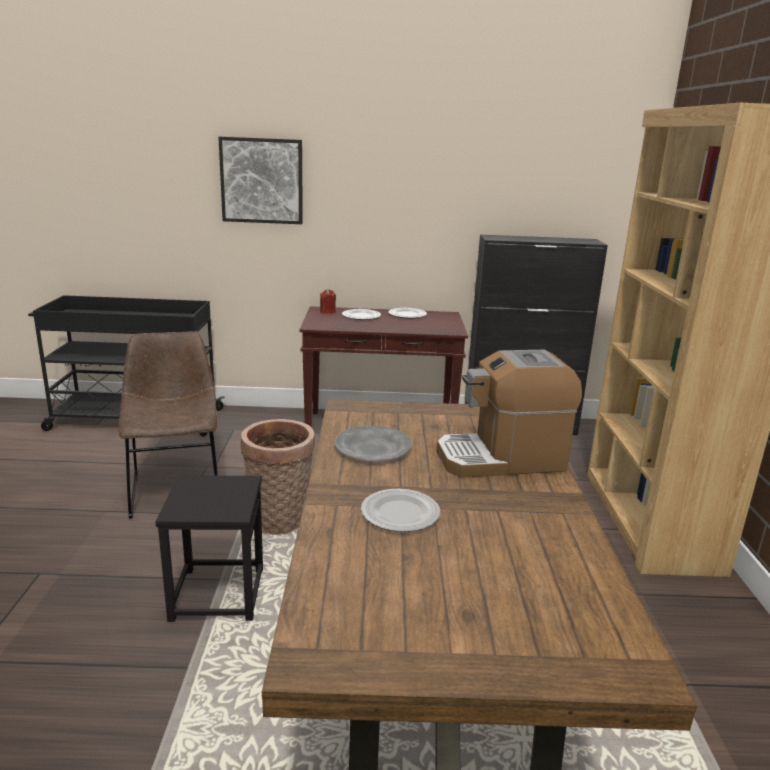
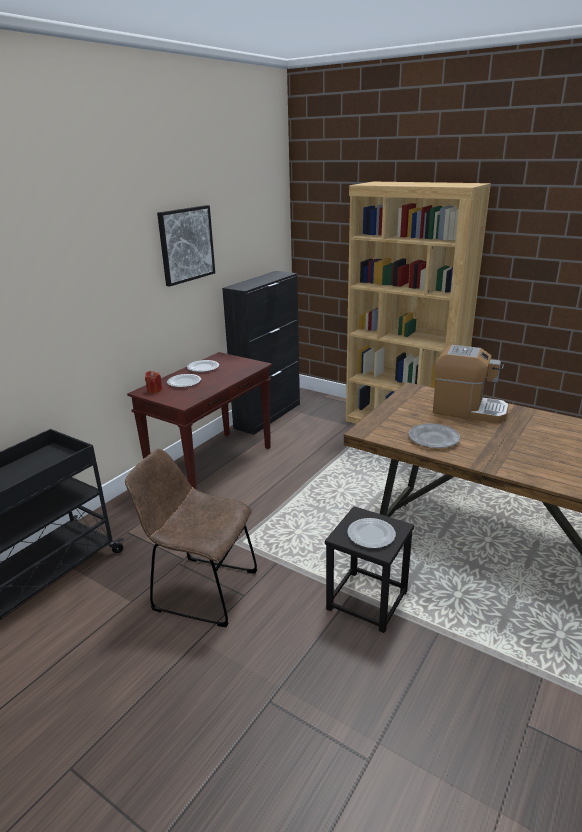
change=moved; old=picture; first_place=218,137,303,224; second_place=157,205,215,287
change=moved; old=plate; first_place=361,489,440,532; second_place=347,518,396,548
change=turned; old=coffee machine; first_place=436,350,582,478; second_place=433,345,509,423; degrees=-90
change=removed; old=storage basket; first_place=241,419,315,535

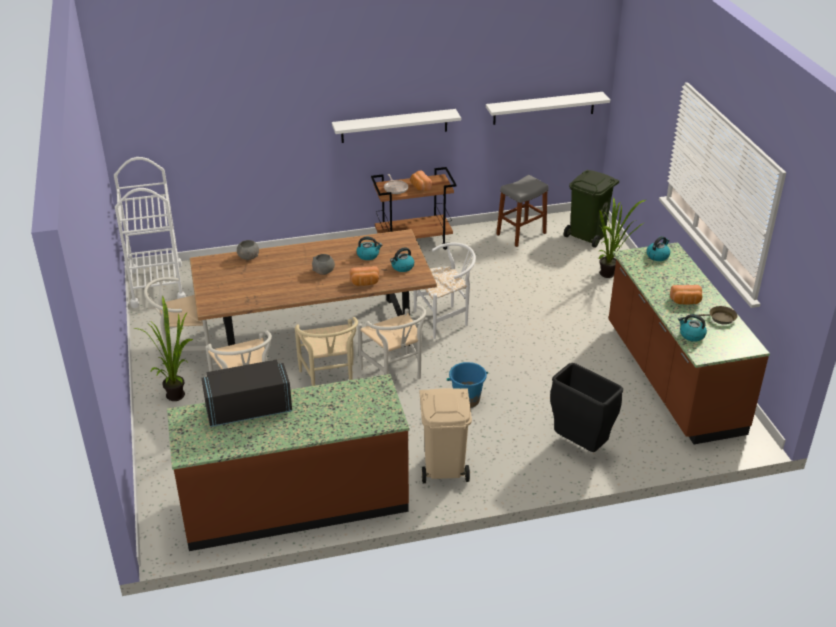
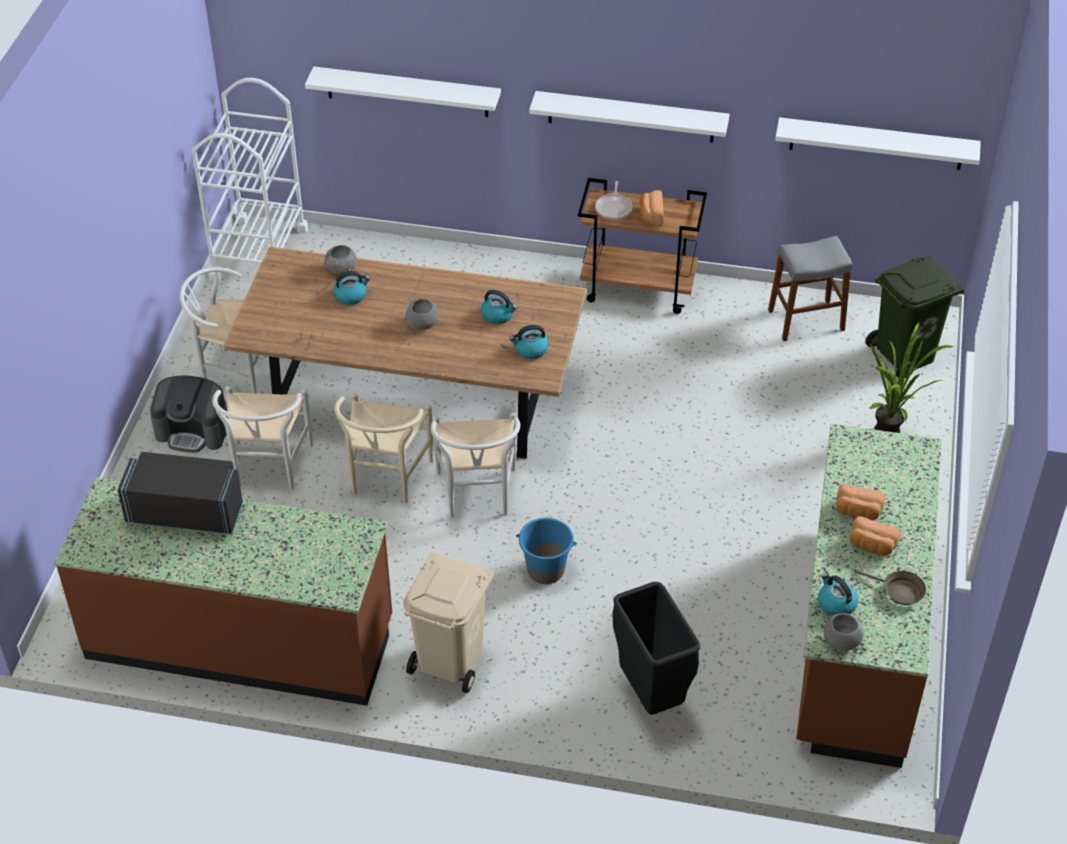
change=replaced; old=plant in a pot; new=coffee machine; first_place=133,296,193,401; second_place=150,375,228,453
change=added; new=whitish bracket shelf; second_place=305,67,501,117
change=moved; old=kettle; first_place=647,236,670,261; second_place=333,271,370,305
change=added; new=grey deep dish; second_place=824,613,864,651
change=moved; old=bread; first_place=350,266,379,286; second_place=837,484,885,520
change=removed; old=whitish upright chair; first_place=414,242,476,339

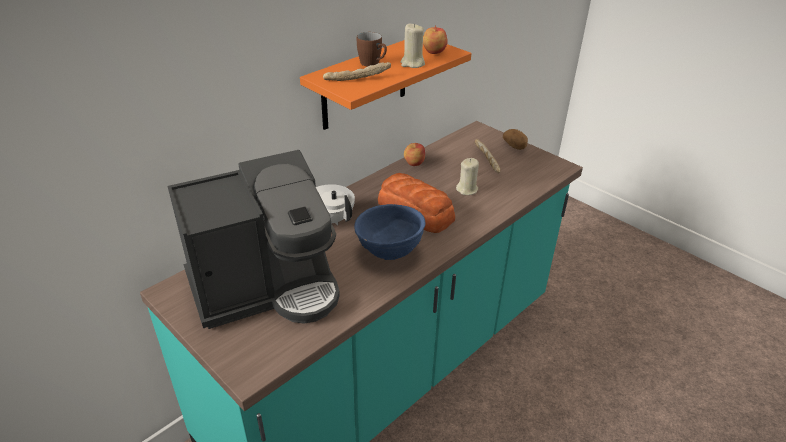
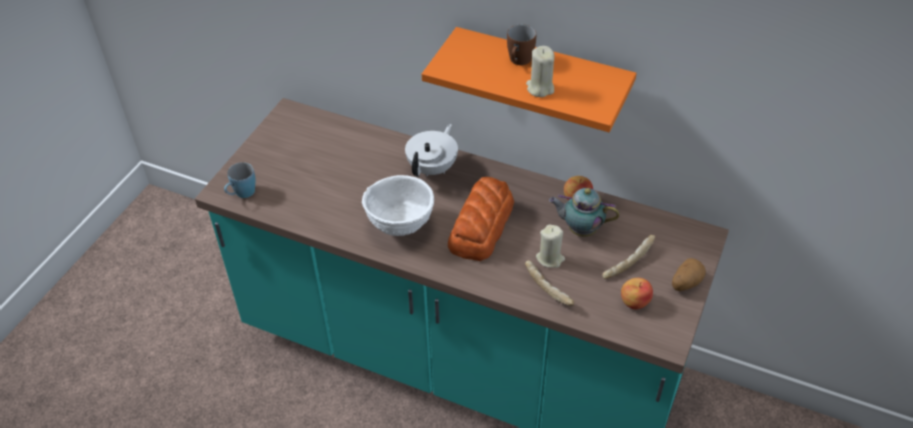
change=added; new=blue-coloured coffee mug; second_place=224,162,255,198
change=recoloured; old=blue-coloured deep dish; new=whitish deep dish; first_place=354,204,426,260; second_place=362,175,434,236
change=moved; old=bread; first_place=323,62,391,81; second_place=525,260,574,306
change=added; new=pot for tea; second_place=549,188,619,237
change=moved; old=whole apple; first_place=423,25,448,54; second_place=621,278,653,309
change=removed; old=coffee machine; first_place=168,150,340,329

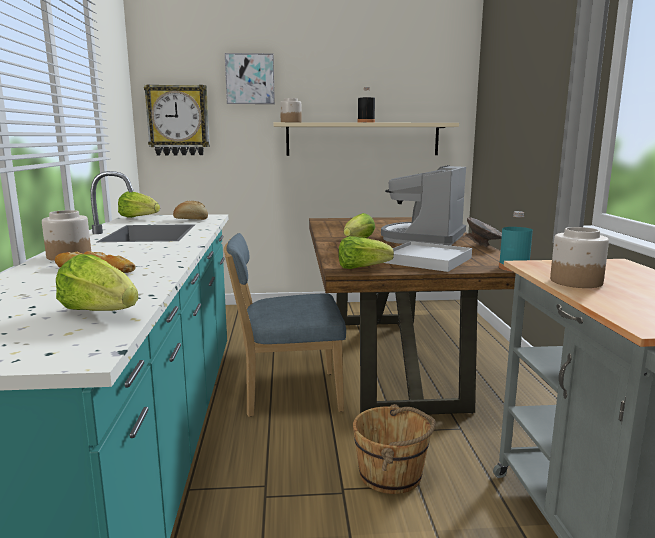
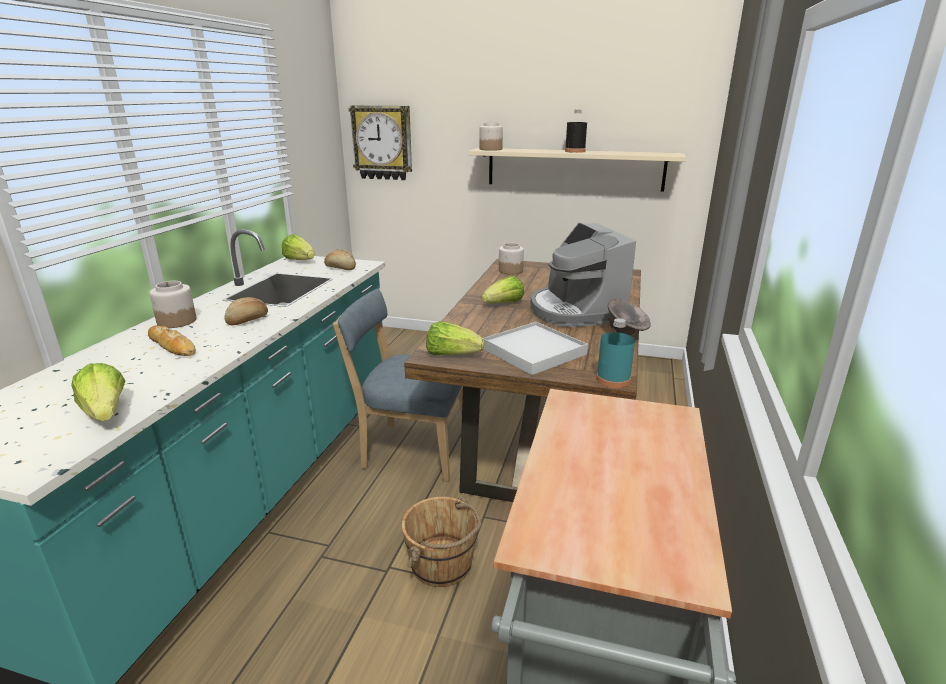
change=added; new=bread; second_place=224,297,268,325
change=moved; old=preserve jar; first_place=550,227,609,288; second_place=499,243,524,274
change=turned; old=coffee machine; first_place=381,165,466,246; second_place=531,223,636,327; degrees=-60
change=removed; old=picture; first_place=225,53,275,104

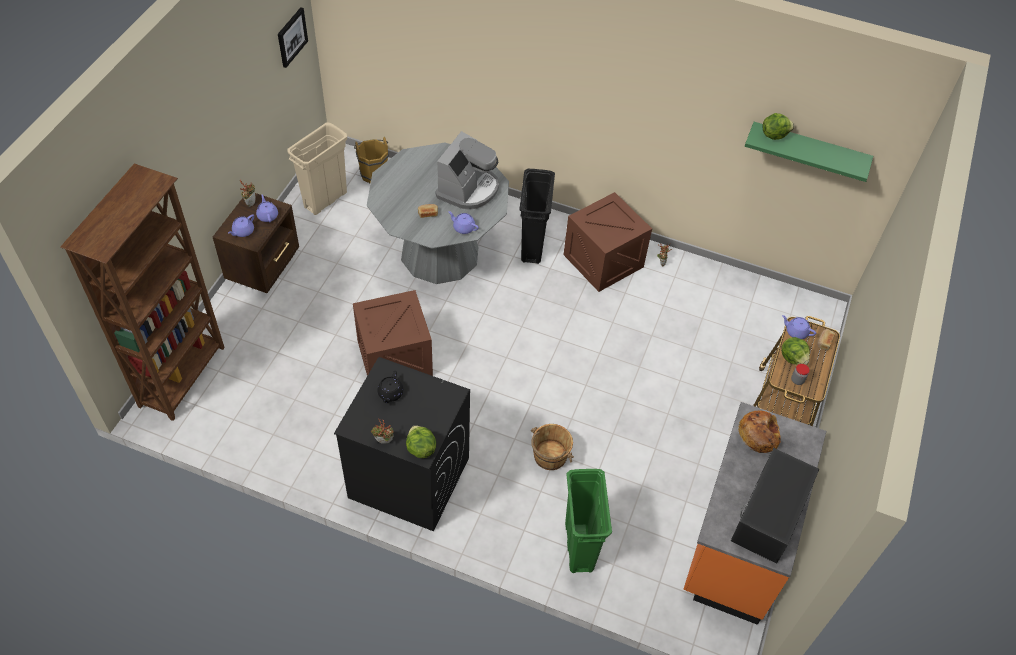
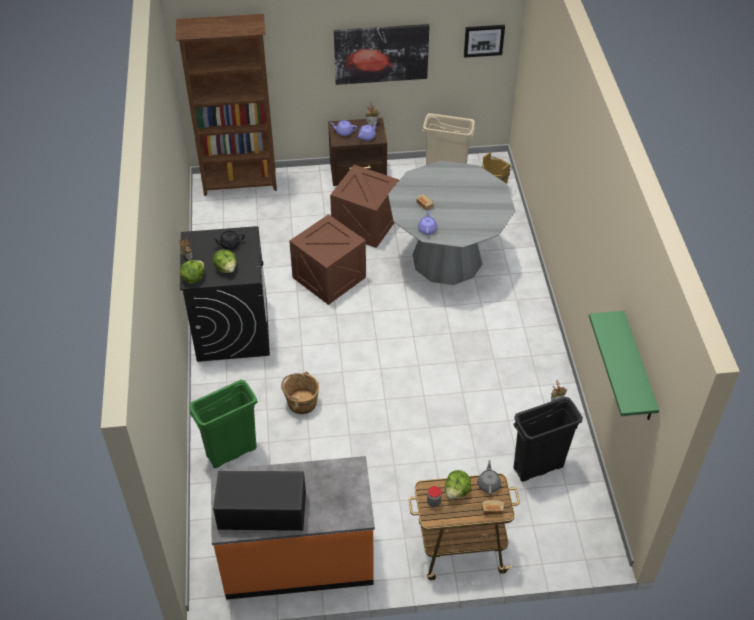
change=moved; old=lettuce head; first_place=763,113,794,140; second_place=213,249,237,273
change=moved; old=packing crate; first_place=564,192,652,292; second_place=330,165,399,248
change=added; new=picture; second_place=334,24,430,85
change=recoloured; old=purple-coloured pot for tea; new=grey pot for tea; first_place=782,315,816,339; second_place=477,460,501,495
change=moved; old=blackish trash can; first_place=519,169,555,264; second_place=513,397,583,482
change=removed; old=coffee machine; first_place=435,131,499,210
change=removed; old=bread; first_place=738,410,781,453

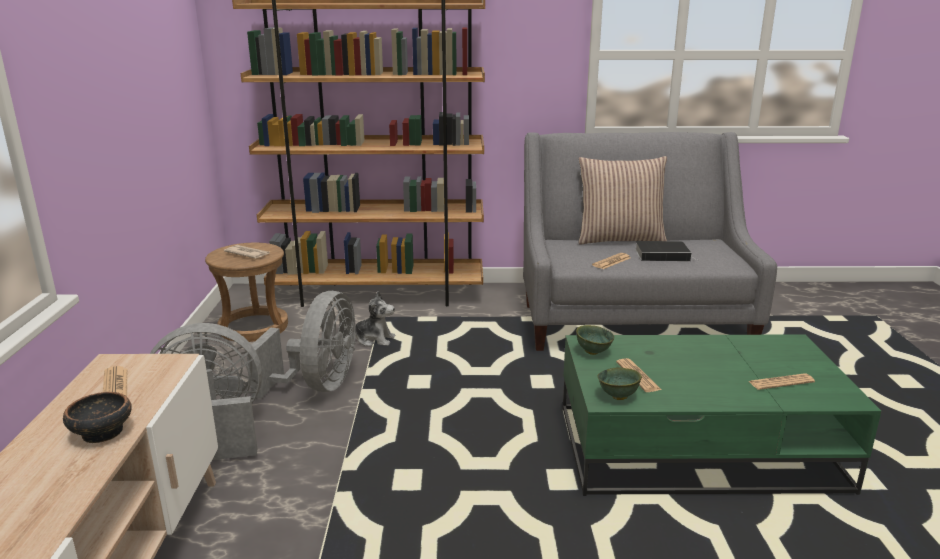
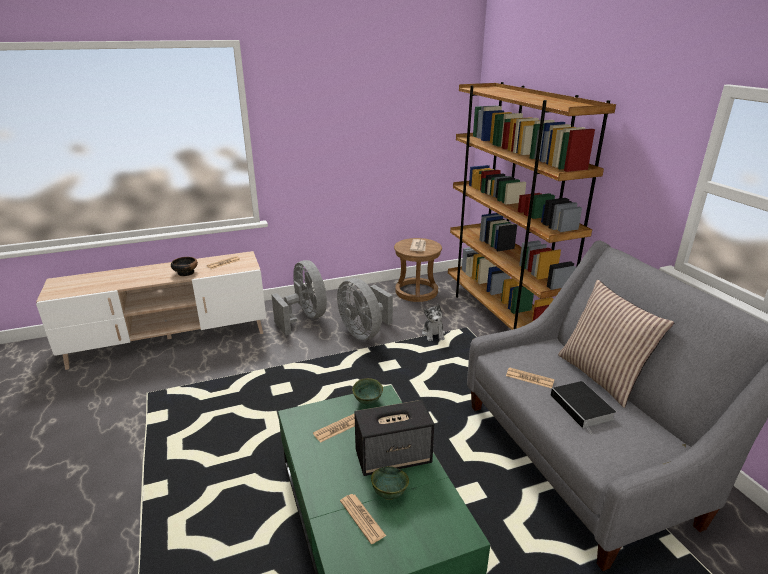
change=turned; old=grey electric fan; first_place=247,291,356,399; second_place=337,278,393,340; degrees=60
change=added; new=speaker; second_place=354,400,434,476
change=moved; old=green deep dish; first_place=598,368,642,400; second_place=371,466,409,500

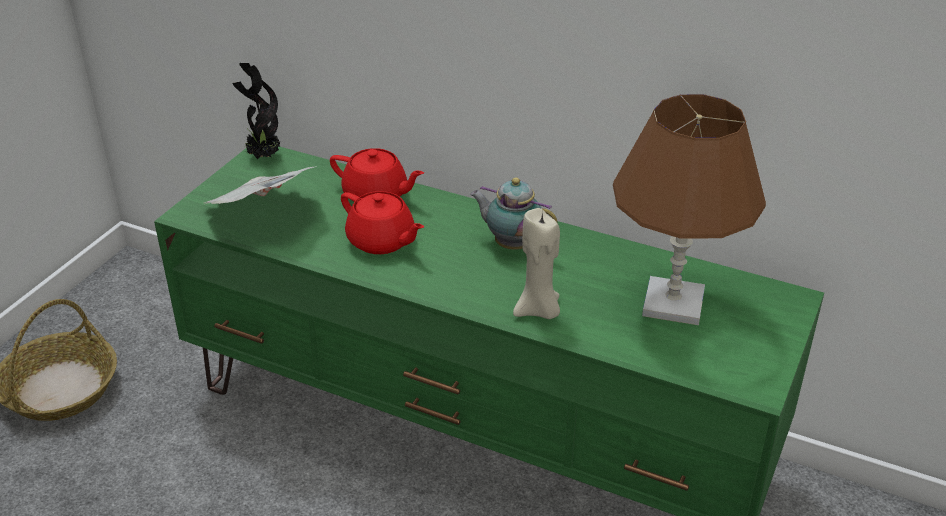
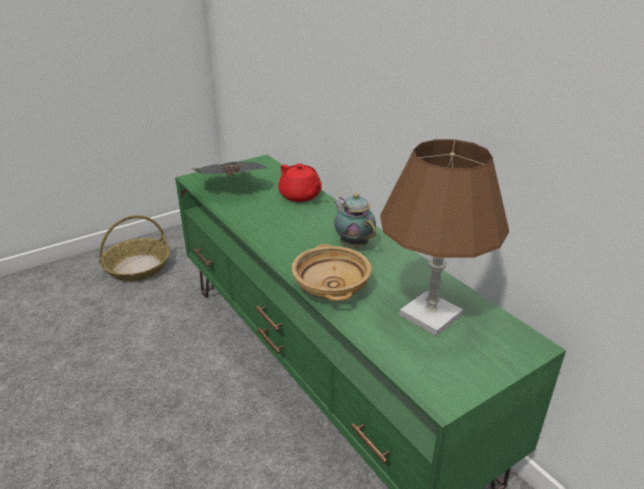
change=replaced; old=sand-coloured candle; new=sand-coloured deep dish; first_place=513,208,560,319; second_place=291,244,372,301
change=removed; old=plant in a pot; first_place=232,63,280,159
change=removed; old=red pot for tea; first_place=341,191,424,254

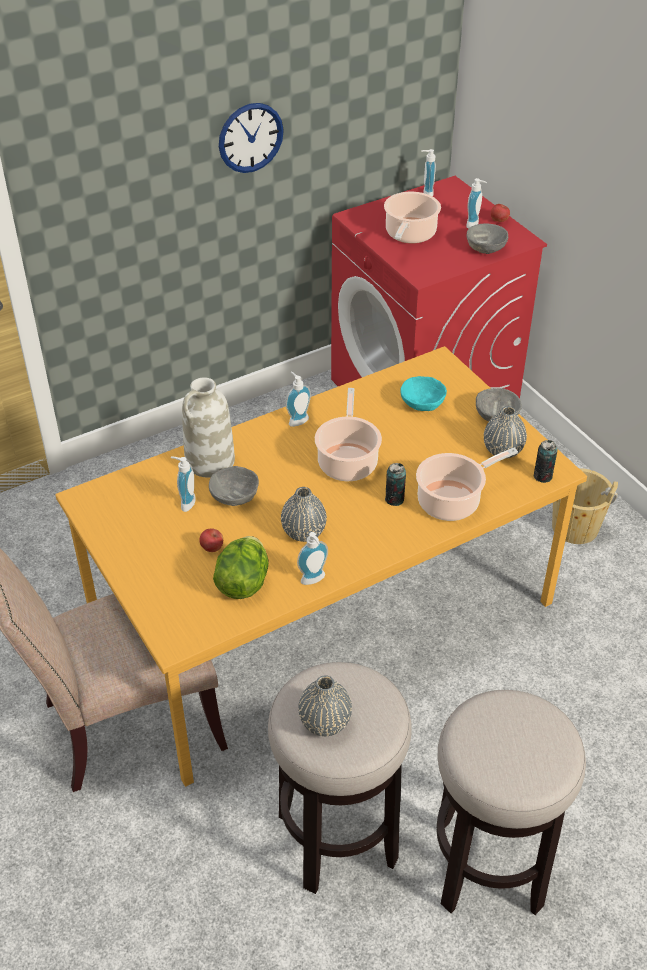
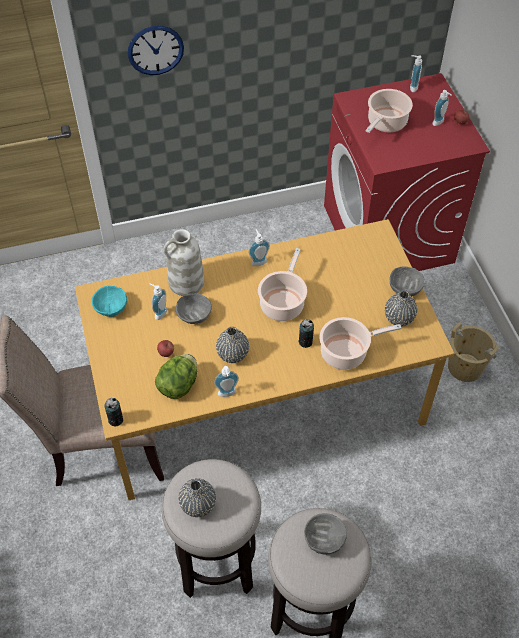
change=moved; old=blue-green deep dish; first_place=400,376,447,411; second_place=91,286,127,317
change=moved; old=sealed can; first_place=534,440,557,483; second_place=104,398,123,426
change=moved; old=wall clock; first_place=219,103,284,173; second_place=128,26,184,75
change=moved; old=grey deep dish; first_place=467,223,508,254; second_place=304,513,347,555

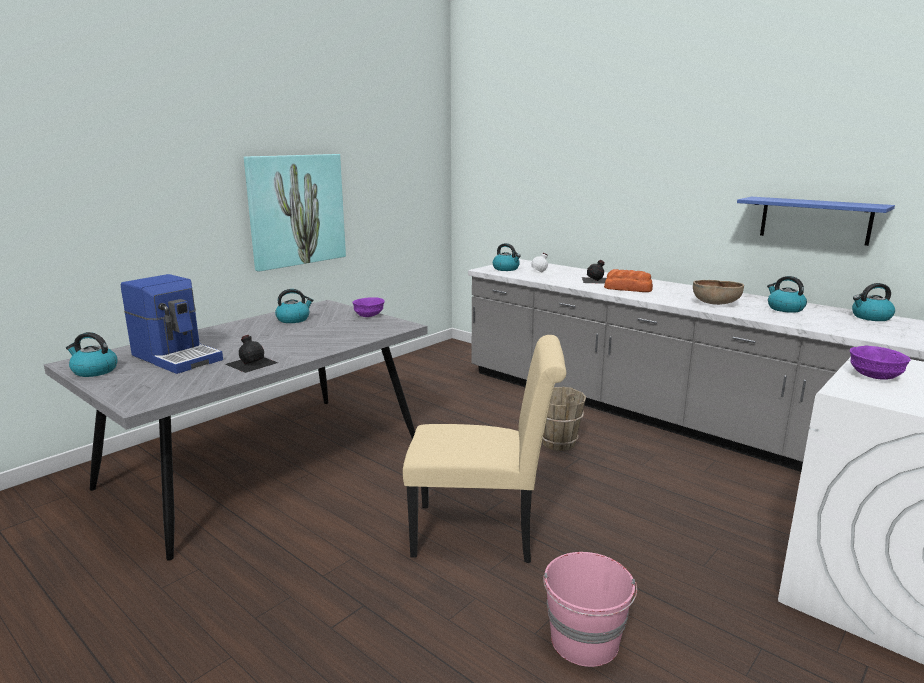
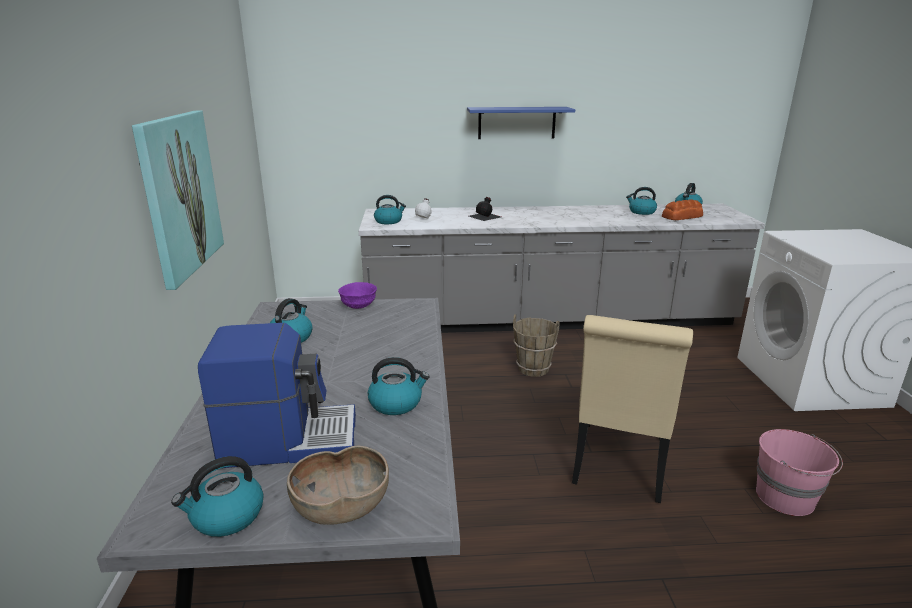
change=moved; old=brown-coloured deep dish; first_place=693,280,744,305; second_place=287,446,389,525
change=replaced; old=blackish drink bottle; new=kettle; first_place=225,335,278,373; second_place=368,357,430,415
change=moved; old=blue-coloured bracket shelf; first_place=737,197,895,246; second_place=467,107,575,139
change=turned; old=sand-coloured upright chair; first_place=403,335,566,563; second_place=572,315,693,503; degrees=150
change=moved; old=bread; first_place=604,269,653,292; second_place=662,199,703,220
change=removed; old=purple-coloured deep dish; first_place=850,346,911,380

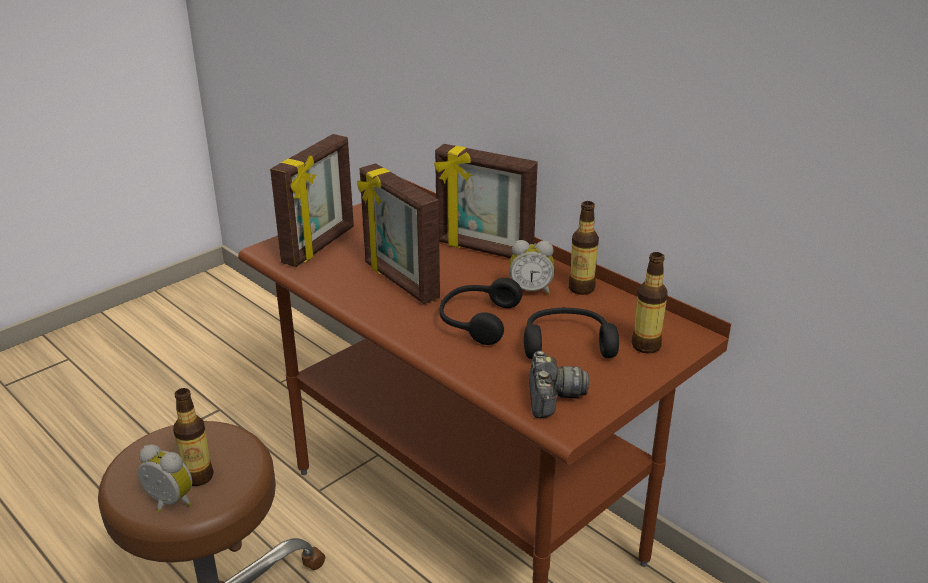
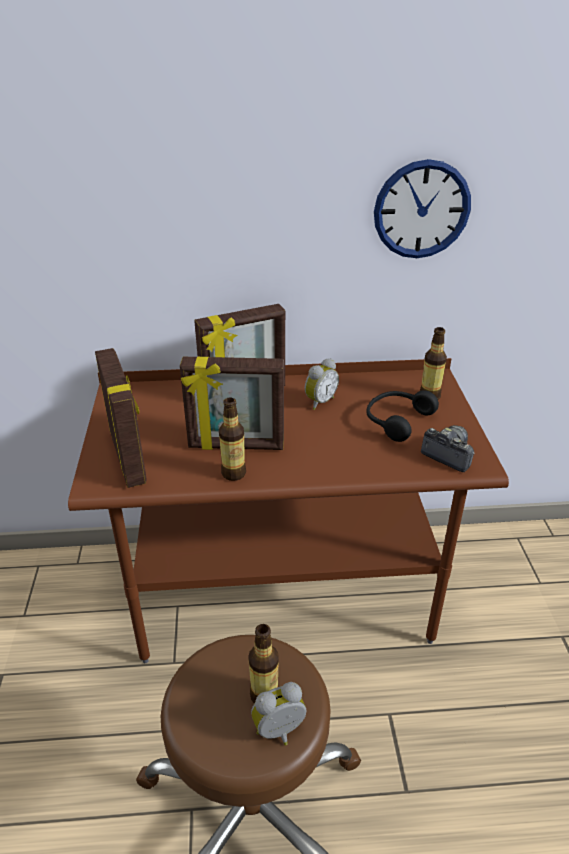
change=moved; old=drink bottle; first_place=569,201,599,295; second_place=219,398,246,481
change=added; new=wall clock; second_place=374,159,471,258
change=removed; old=blackish headset; first_place=440,278,522,345

